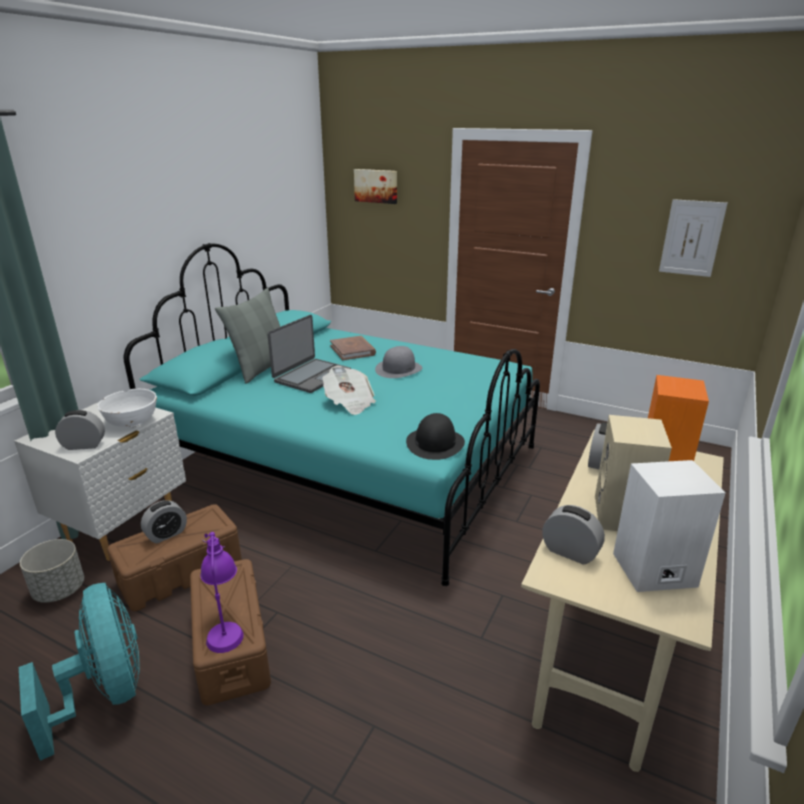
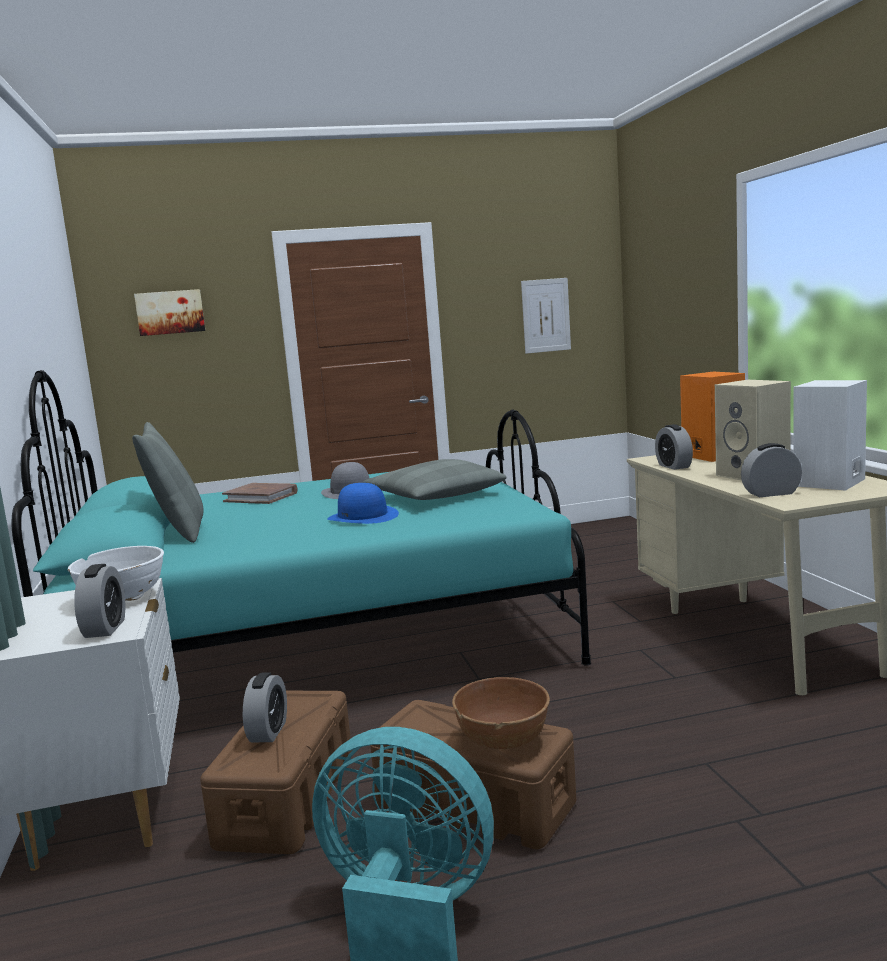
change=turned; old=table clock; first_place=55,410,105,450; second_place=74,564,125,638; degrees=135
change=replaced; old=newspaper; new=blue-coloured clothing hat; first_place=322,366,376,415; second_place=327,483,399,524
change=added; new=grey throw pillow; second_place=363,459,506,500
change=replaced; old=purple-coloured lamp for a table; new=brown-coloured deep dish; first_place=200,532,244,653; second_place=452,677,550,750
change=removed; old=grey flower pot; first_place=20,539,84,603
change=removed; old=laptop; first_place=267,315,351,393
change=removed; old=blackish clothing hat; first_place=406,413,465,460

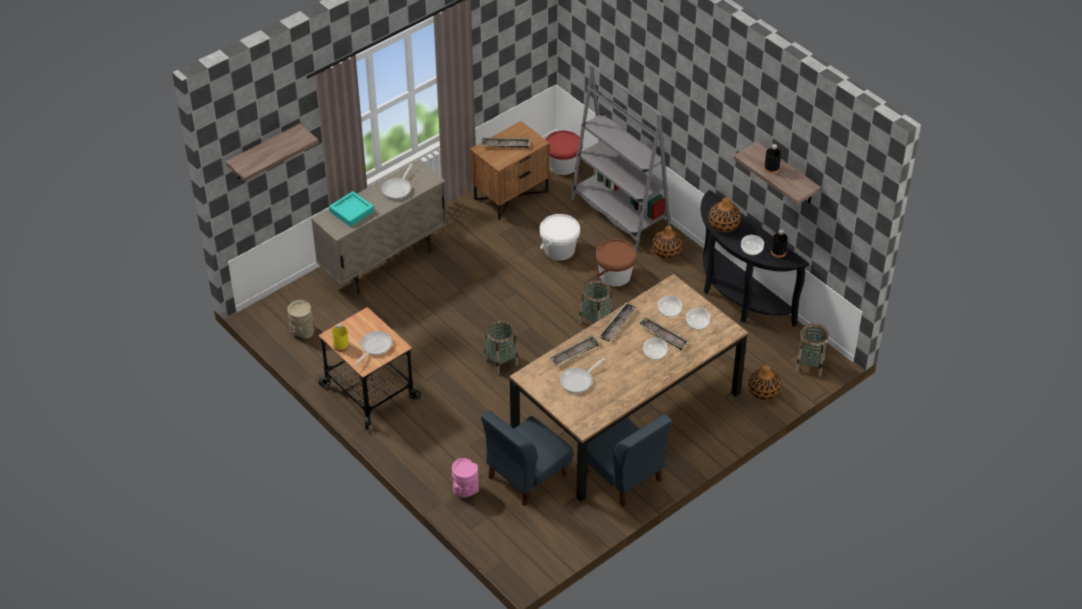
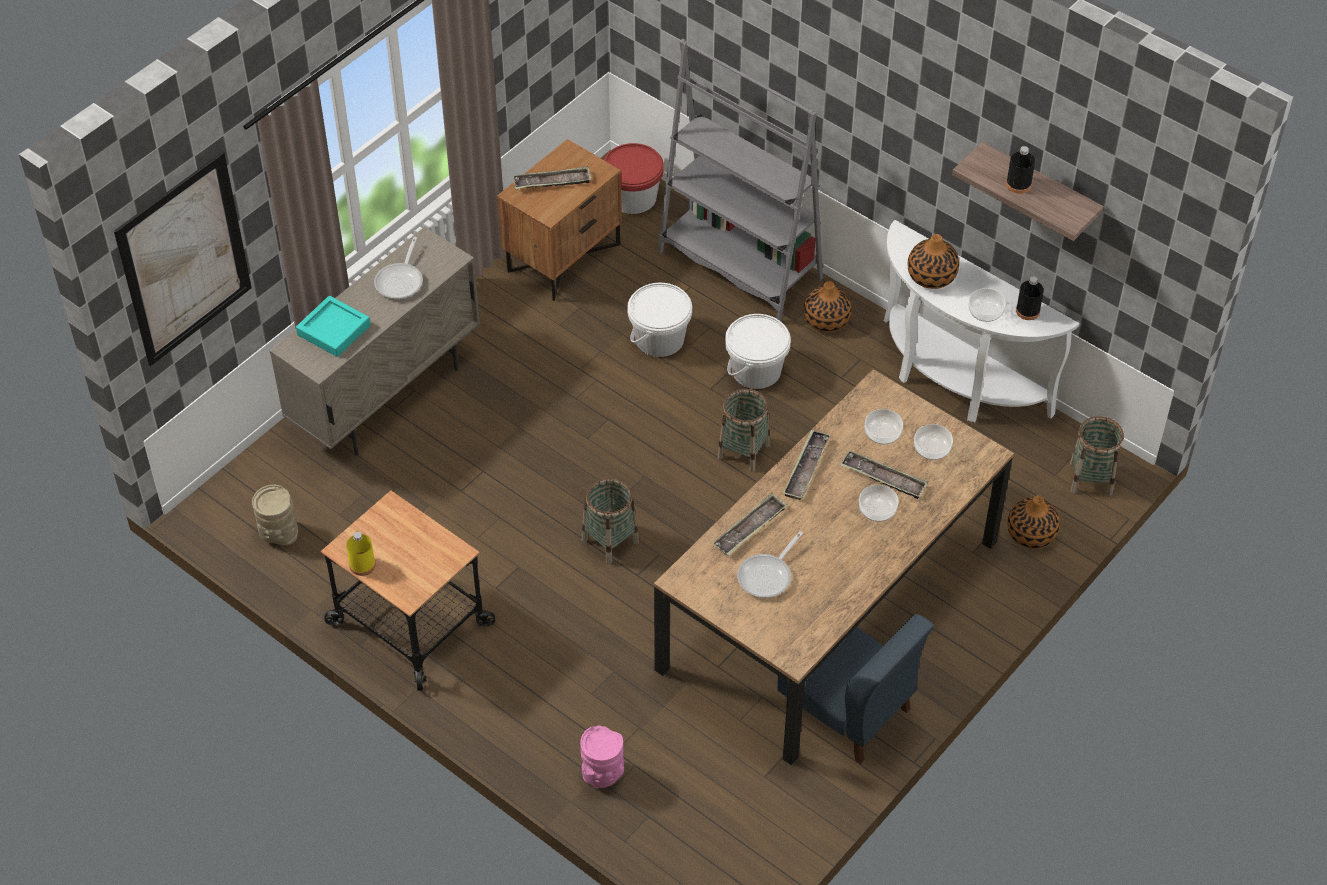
change=replaced; old=bracket shelf; new=picture; first_place=226,124,319,181; second_place=114,152,252,367
change=recoloured; old=brown-coloured water bucket; new=whitish water bucket; first_place=595,239,637,287; second_place=725,314,791,389
change=recoloured; old=blackish narrow table; new=whitish narrow table; first_place=701,190,809,327; second_place=884,220,1079,422
change=removed; old=skillet; first_place=354,331,392,365
change=removed; old=blue-coloured upright chair; first_place=481,411,573,506

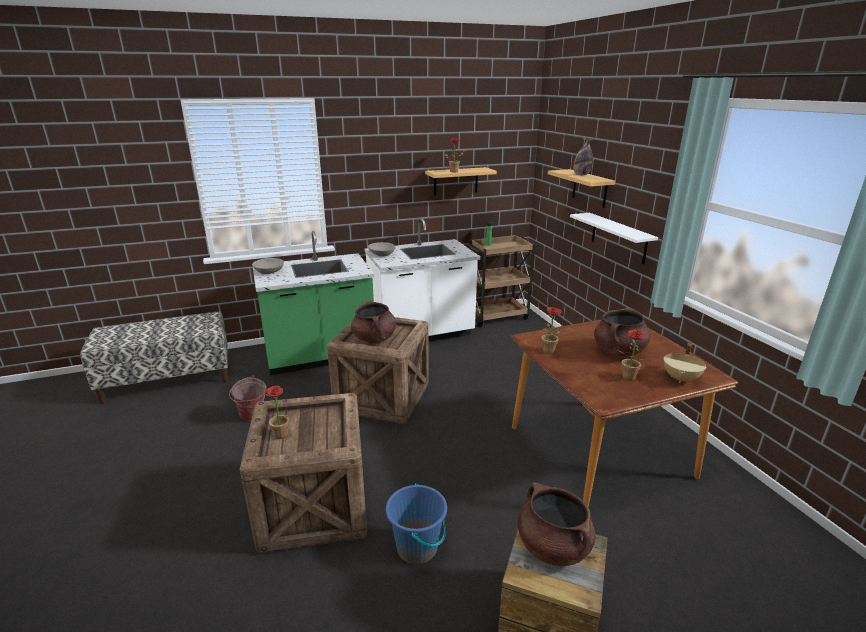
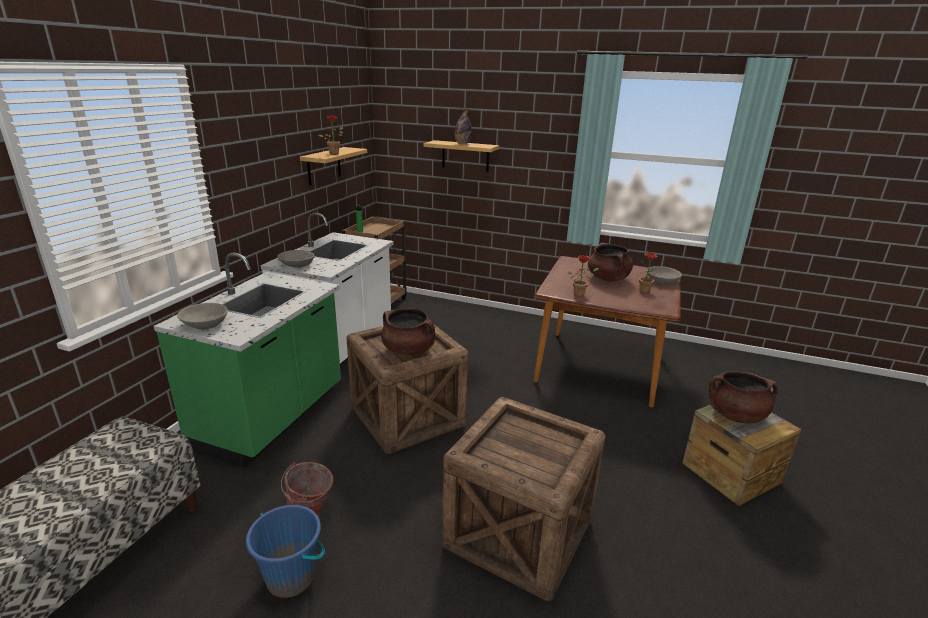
change=moved; old=blue-coloured water bucket; first_place=386,483,447,564; second_place=246,505,325,598
change=replaced; old=sand-coloured stockpot; new=grey deep dish; first_place=664,342,706,383; second_place=647,266,682,284
change=removed; old=plant in a pot; first_place=256,386,297,439
change=removed; old=whitish bracket shelf; first_place=570,213,658,264

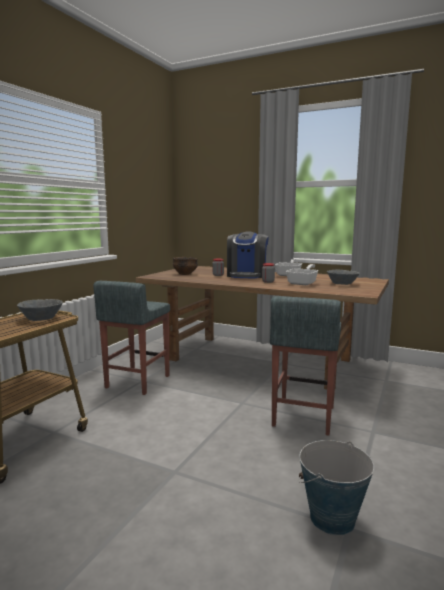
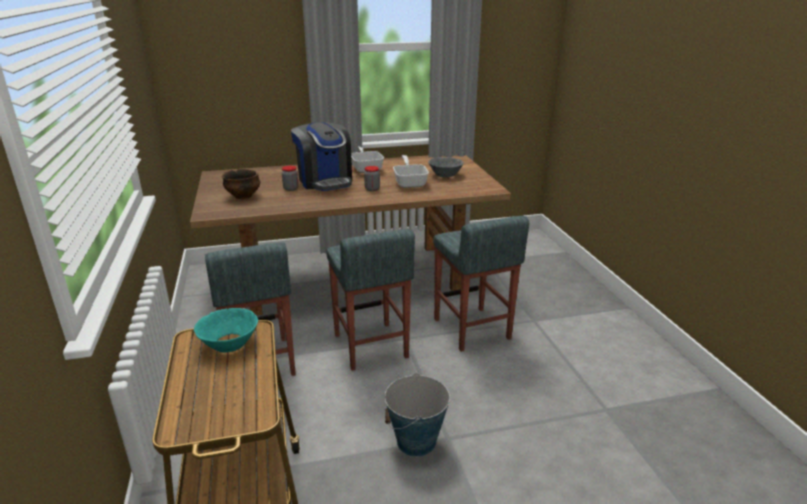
change=recoloured; old=grey deep dish; new=blue-green deep dish; first_place=17,299,63,321; second_place=194,308,258,352
change=added; new=grey sitting stool; second_place=326,229,415,371
change=moved; old=water bucket; first_place=299,440,374,535; second_place=385,373,450,457

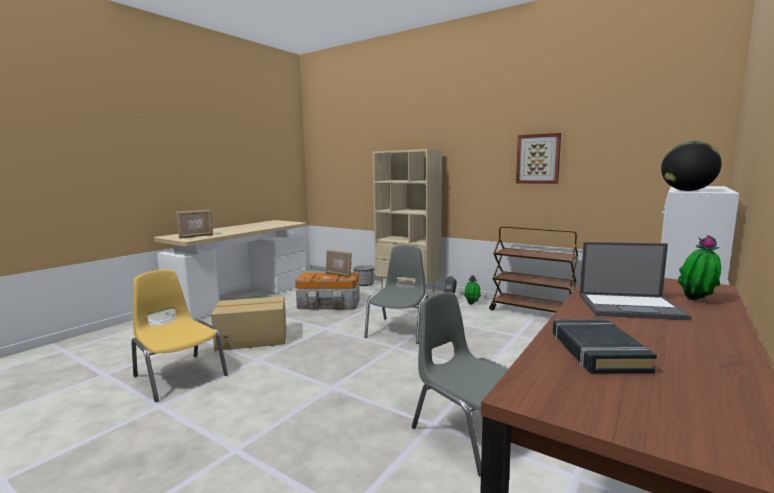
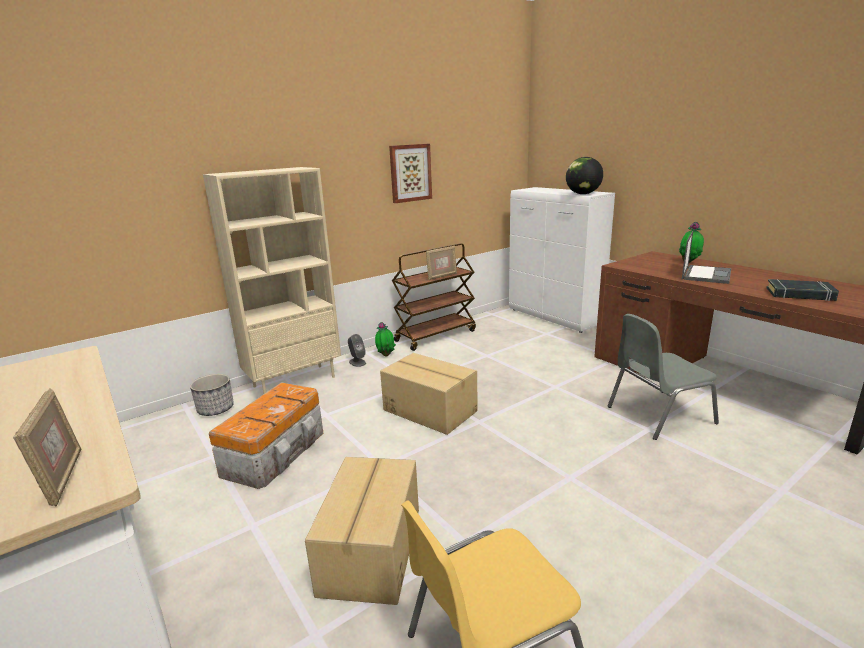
change=replaced; old=grey upright chair; new=cardboard box; first_place=364,245,428,344; second_place=380,353,478,435
change=moved; old=standing frame; first_place=326,250,352,277; second_place=426,245,457,280

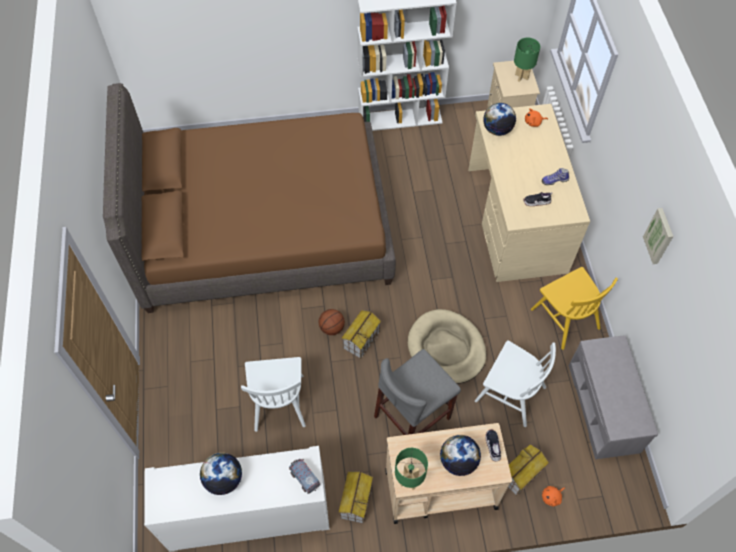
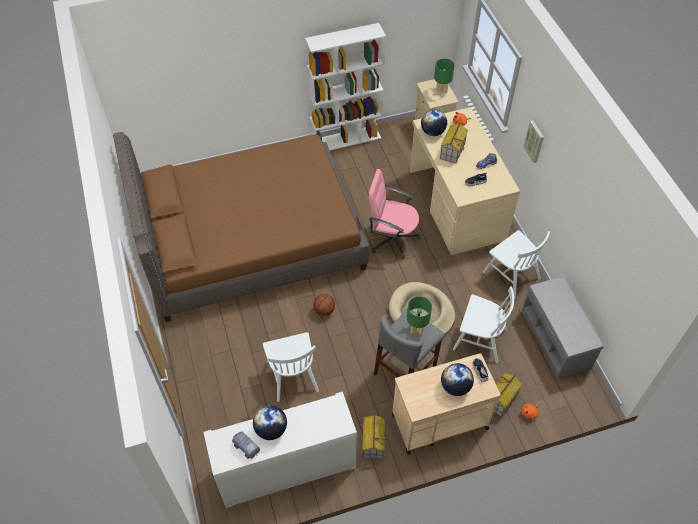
change=moved; old=toy truck; first_place=289,459,320,494; second_place=232,431,260,459
change=added; new=pinkish desk chair; second_place=369,169,420,259
change=moved; old=green lamp for a table; first_place=395,448,428,490; second_place=407,296,432,335
change=moved; old=toy house; first_place=341,310,381,359; second_place=440,123,468,164
change=recoloured; old=yellow-coloured upright chair; new=whitish upright chair; first_place=531,267,618,350; second_place=483,230,550,299
change=moved; old=picture; first_place=643,208,674,264; second_place=523,120,544,163

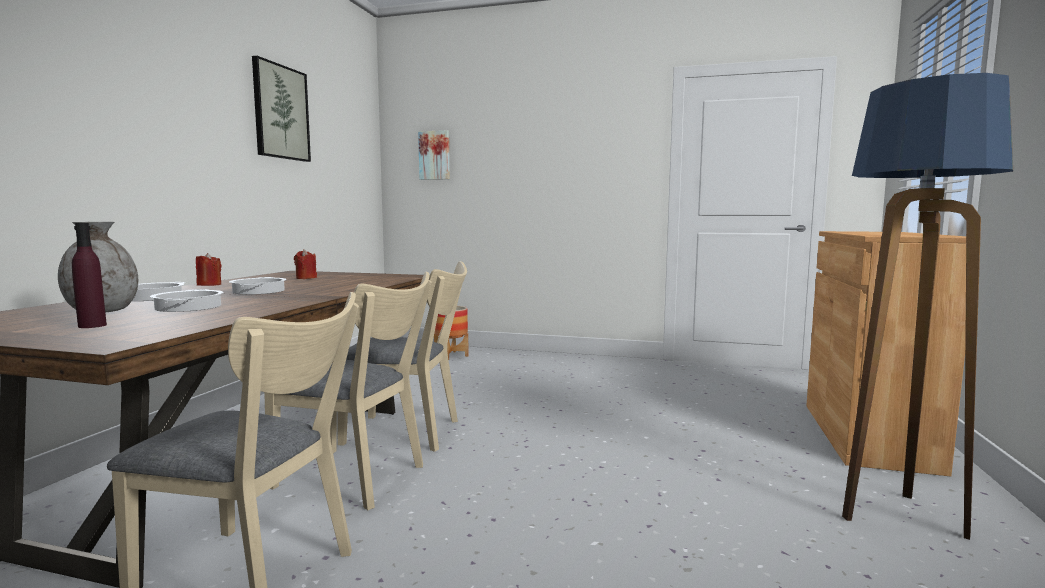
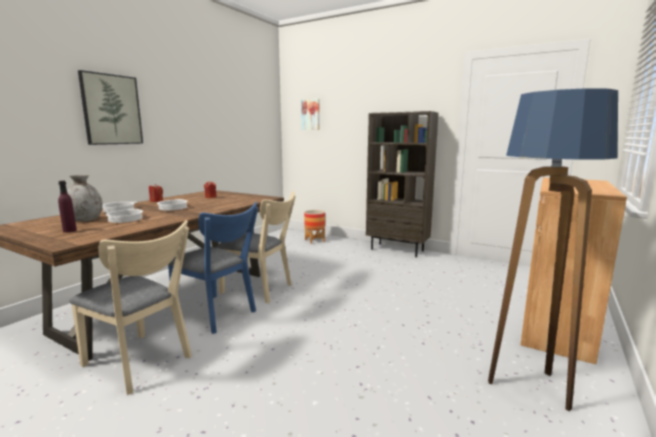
change=moved; old=picture; first_place=252,56,311,162; second_place=78,70,143,145
change=recoloured; old=sand-coloured upright chair; new=blue-coloured upright chair; first_place=264,272,432,510; second_place=168,202,258,334
change=added; new=brown-coloured bookshelf; second_place=366,111,438,257

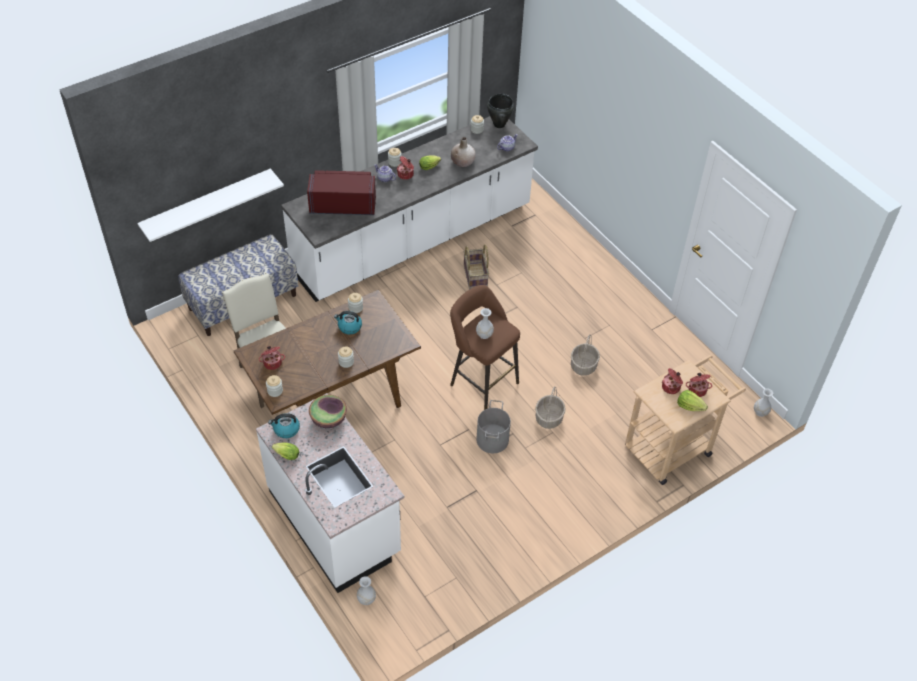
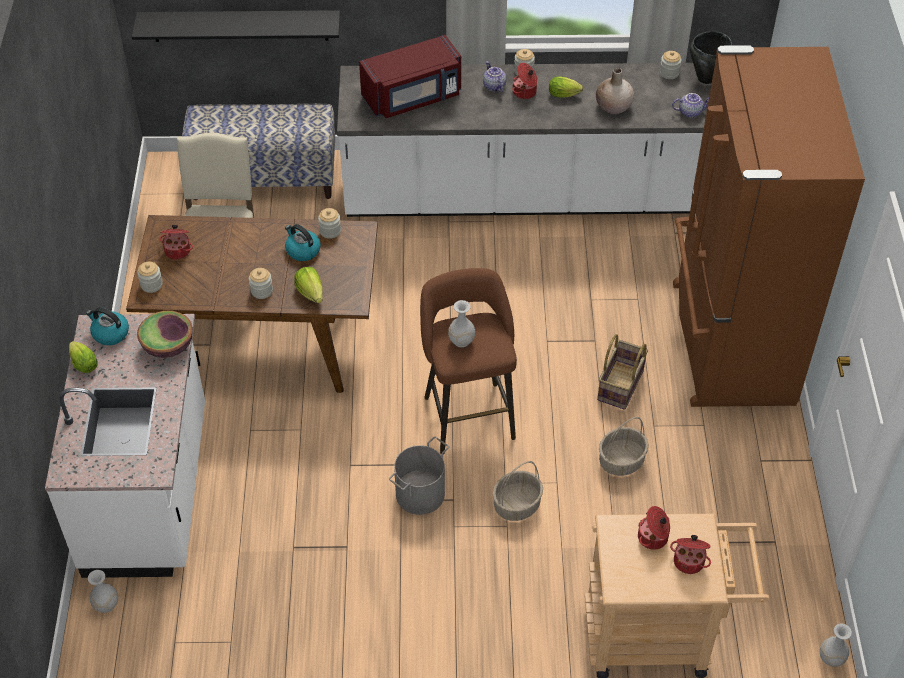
change=recoloured; old=whitish bracket shelf; new=blackish bracket shelf; first_place=137,169,284,242; second_place=132,10,340,42
change=moved; old=lettuce head; first_place=677,390,708,411; second_place=294,267,323,303
change=turned; old=red microwave; first_place=307,170,376,215; second_place=359,35,461,118; degrees=120
change=moved; old=storage basket; first_place=464,244,489,290; second_place=597,334,648,410
change=added; new=brown-coloured refrigerator; second_place=673,45,865,407

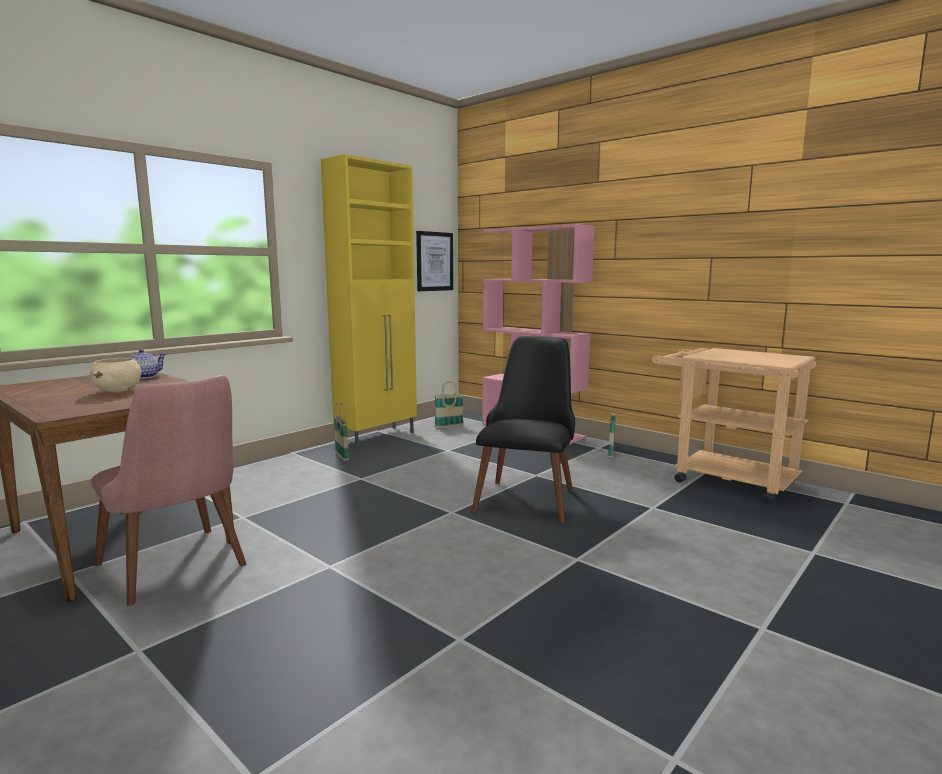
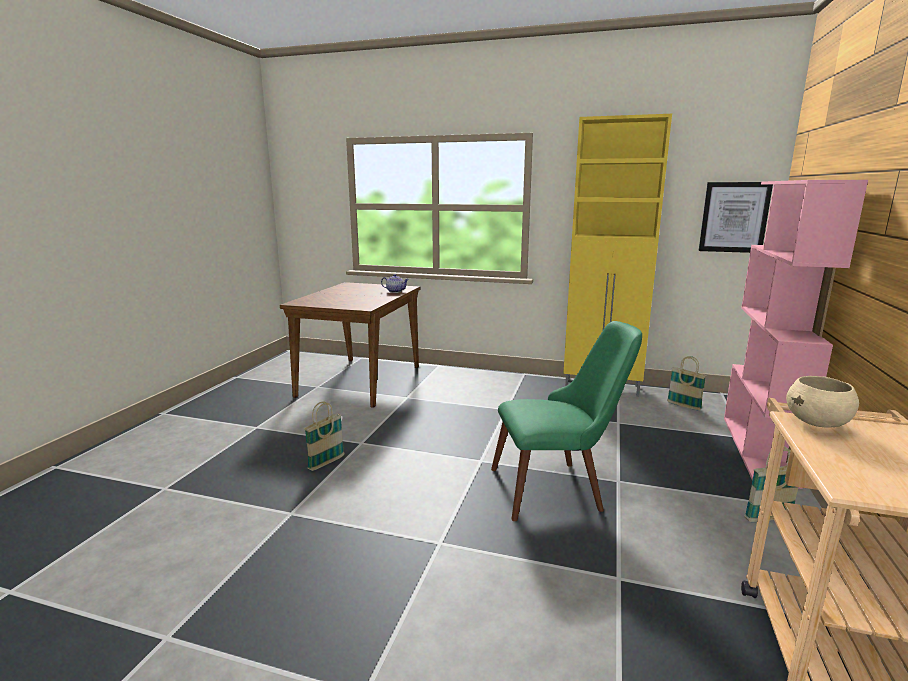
change=moved; old=storage basket; first_place=334,403,349,461; second_place=304,401,345,471
change=recoloured; old=blackish upright chair; new=green upright chair; first_place=472,336,575,523; second_place=491,321,642,521
change=moved; old=sand-coloured deep dish; first_place=90,358,141,392; second_place=786,376,859,428
change=removed; old=pinkish upright chair; first_place=91,375,246,606

